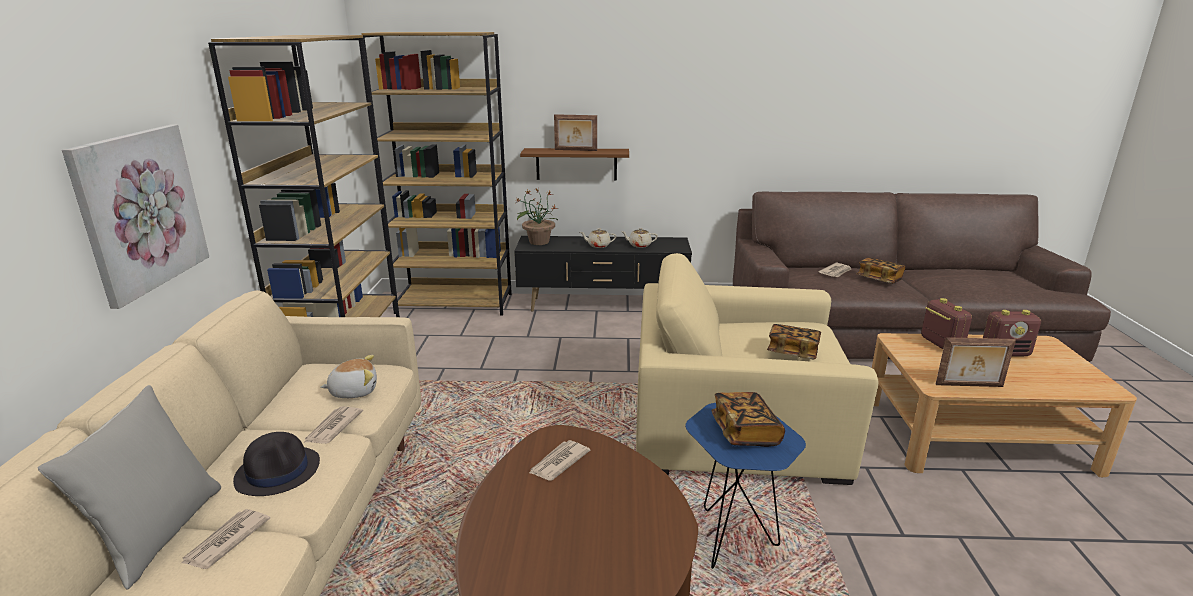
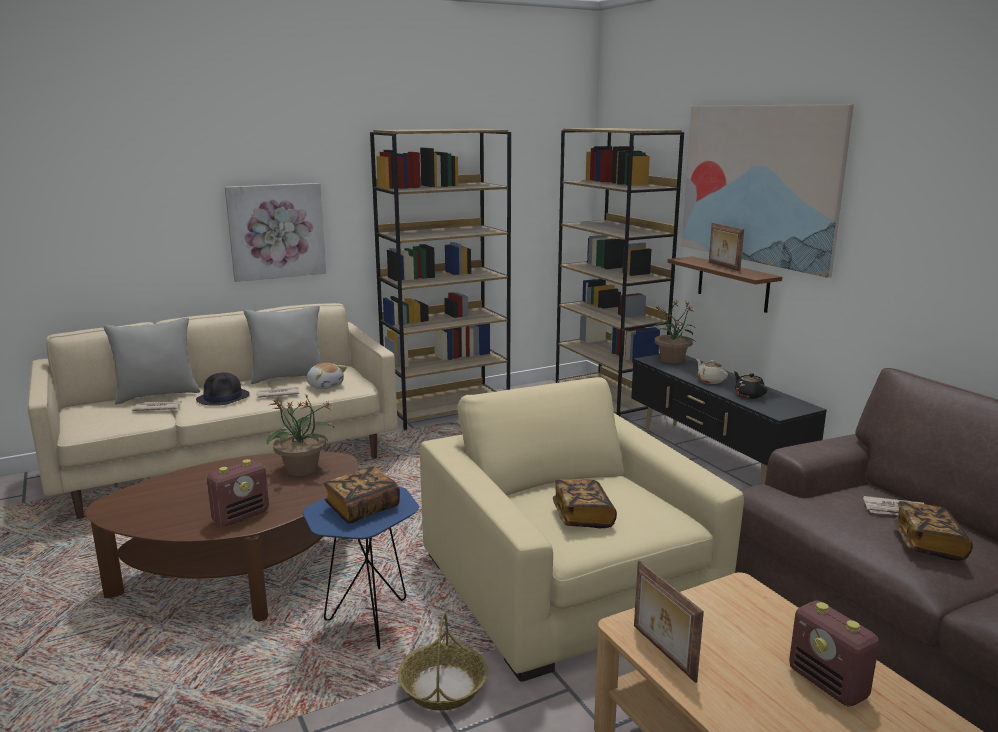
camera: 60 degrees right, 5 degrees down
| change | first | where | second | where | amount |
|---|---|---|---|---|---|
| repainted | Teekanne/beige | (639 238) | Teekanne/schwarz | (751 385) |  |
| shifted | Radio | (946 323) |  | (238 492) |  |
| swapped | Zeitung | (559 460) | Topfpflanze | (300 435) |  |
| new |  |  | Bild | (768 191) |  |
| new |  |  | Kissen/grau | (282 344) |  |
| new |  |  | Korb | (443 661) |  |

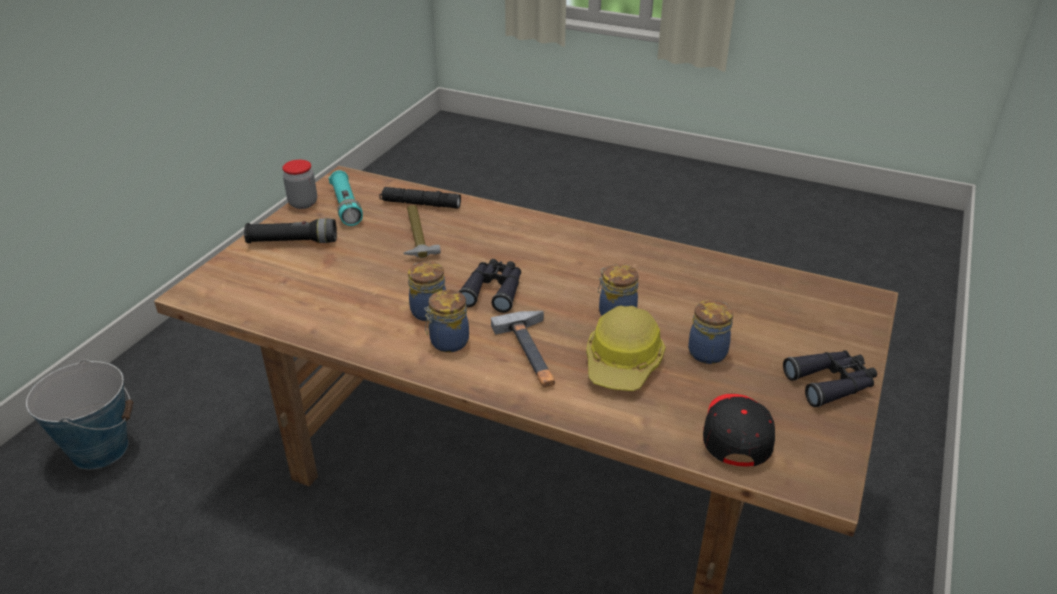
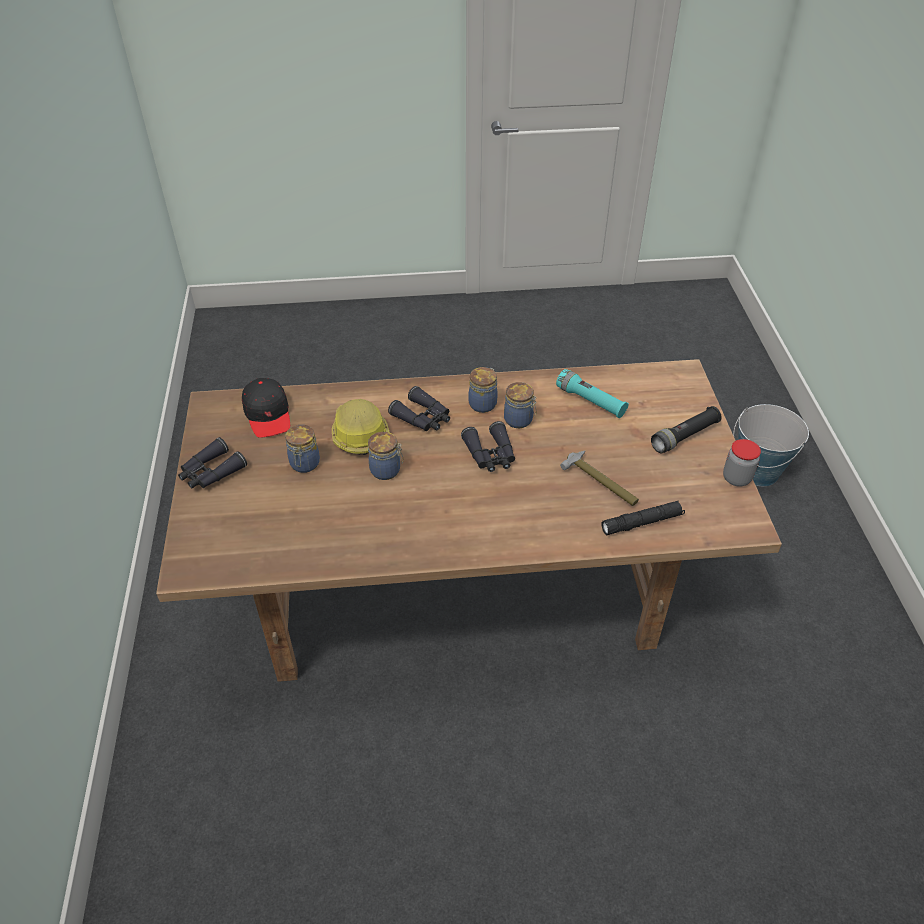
camera: 150 degrees right, 10 degrees up
| change | first | where | second | where | amount |
|---|---|---|---|---|---|
| shifted | Taschenlampe/türkis | (346 198) |  | (592 393) |  |
| swapped | Hammer | (523 349) | Fernglas/schwarz | (419 408) |  |

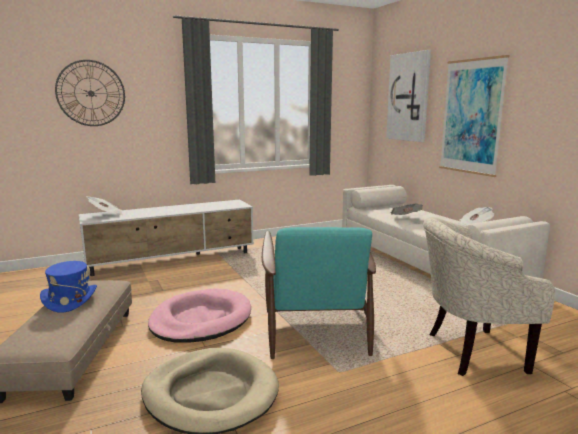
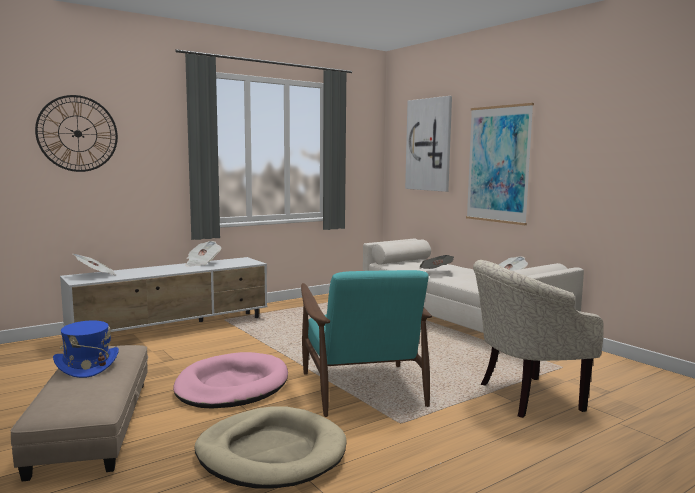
camera: 10 degrees left, 5 degrees down
| change | first | where | second | where | amount |
|---|---|---|---|---|---|
| new |  |  | Zeitung | (203 254) |  |

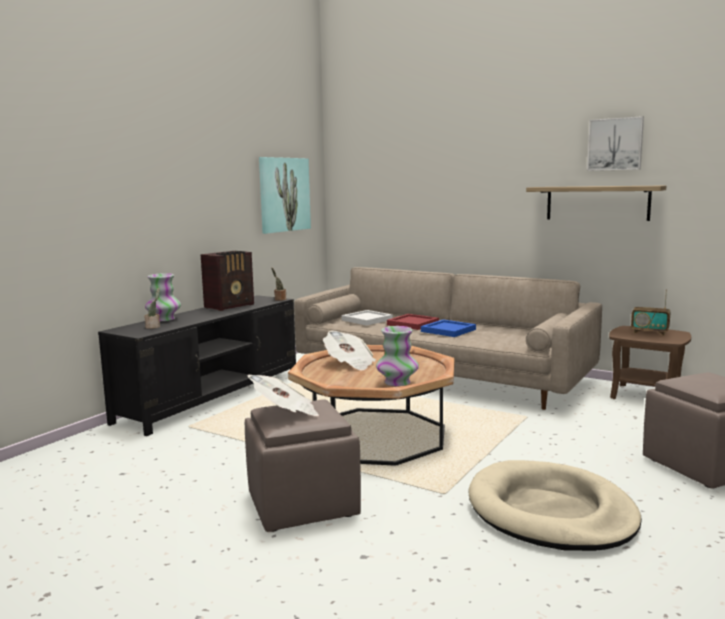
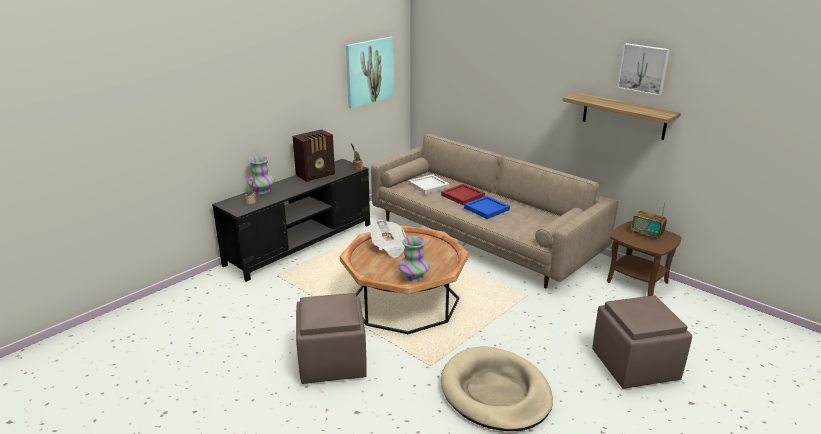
camera: 10 degrees right, 15 degrees up
| change | first | where | second | where | amount |
|---|---|---|---|---|---|
| gone | Zeitung | (283 395) |  |  |  |

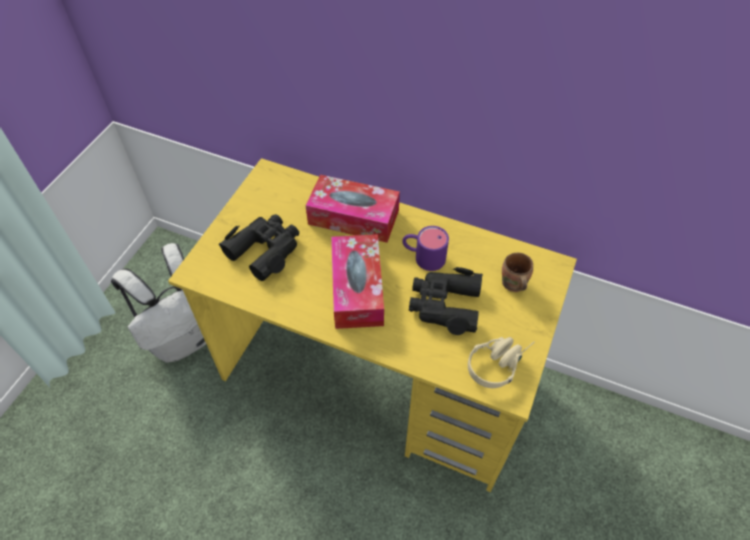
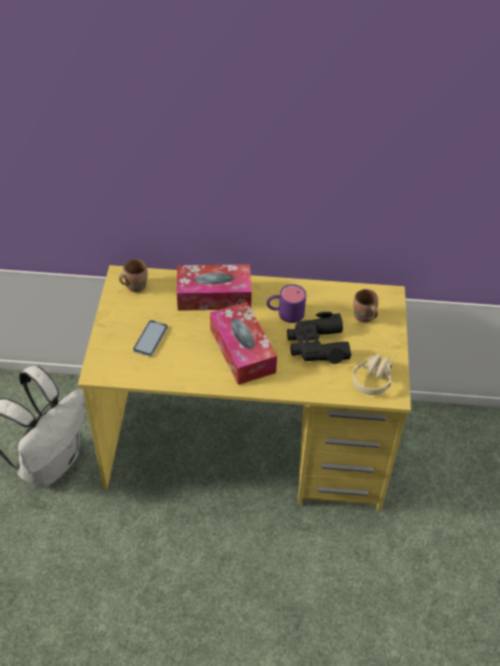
camera: 20 degrees left, 5 degrees down
| change | first | where | second | where | amount |
|---|---|---|---|---|---|
| swapped | Fernglas/schwarz | (259 247) | Handy | (150 338) |  |
| new |  |  | Henkelbecher/braun | (133 276) |  |

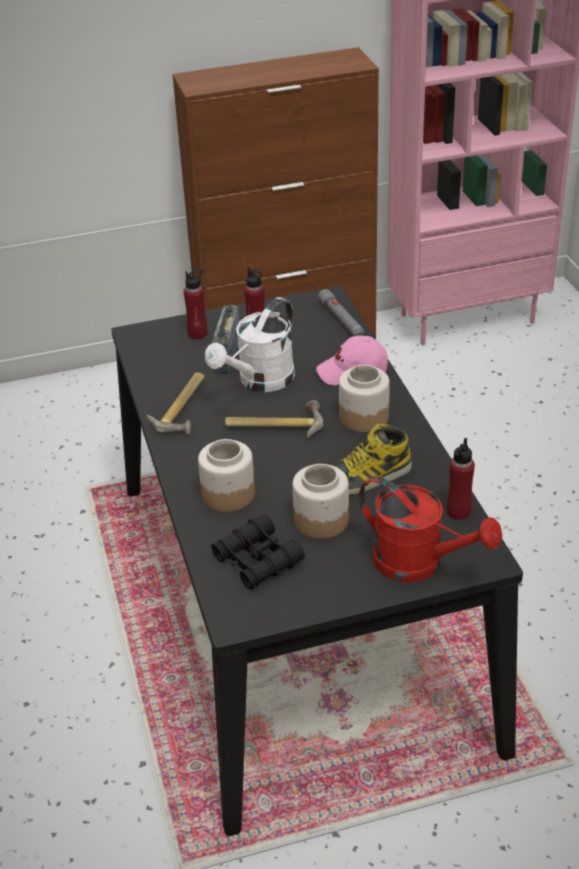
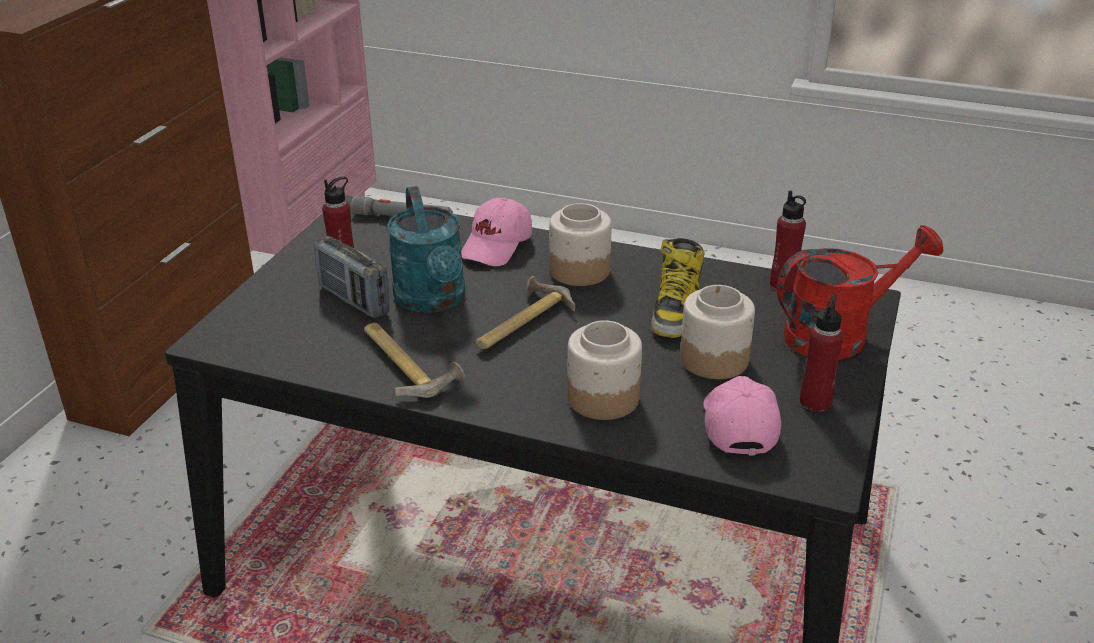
camera: 55 degrees left, 5 degrees down
| change | first | where | second | where | amount |
|---|---|---|---|---|---|
| shifted | Flasche/rot | (196 304) |  | (822 352) |  |
| repainted | Gießkanne/weiß | (250 344) | Gießkanne/türkis | (426 249) |  |
| swapped | Fernglas/schwarz | (258 552) | Kappe/rosa | (742 415) |  |

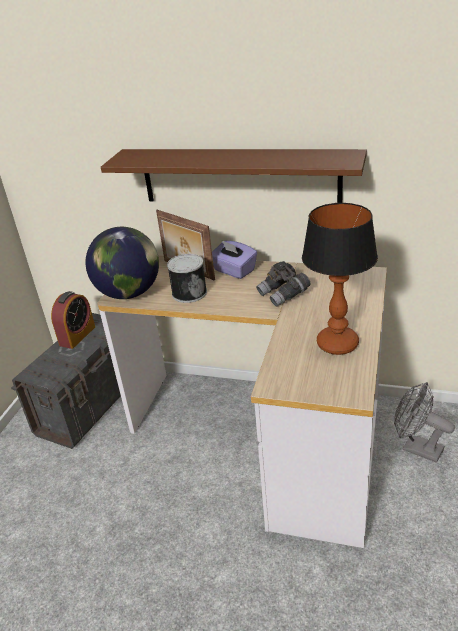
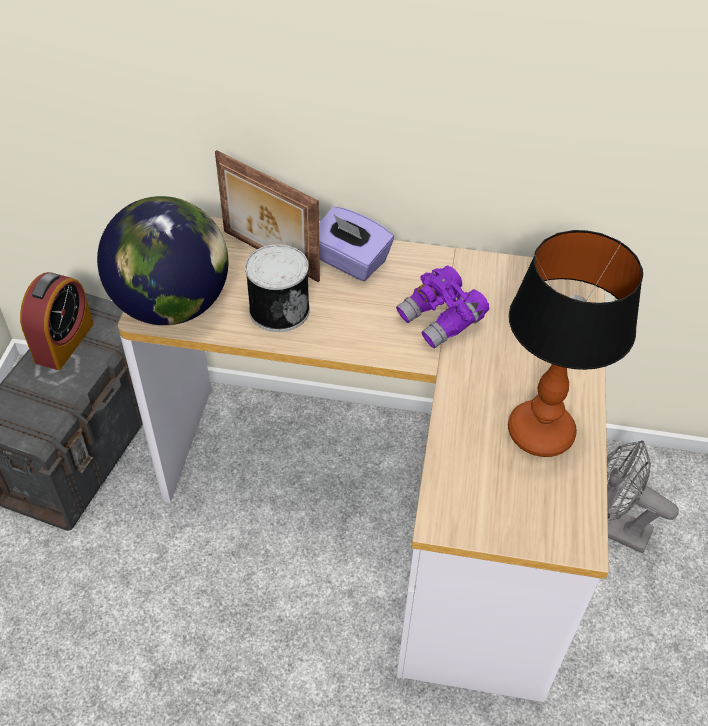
camera: 10 degrees left, 15 degrees up
| change | first | where | second | where | amount |
|---|---|---|---|---|---|
| gone | Wandregal/braun | (234 176) |  |  |  |
| repainted | Fernglas/grau | (283 284) | Fernglas/lila | (442 307) |  |

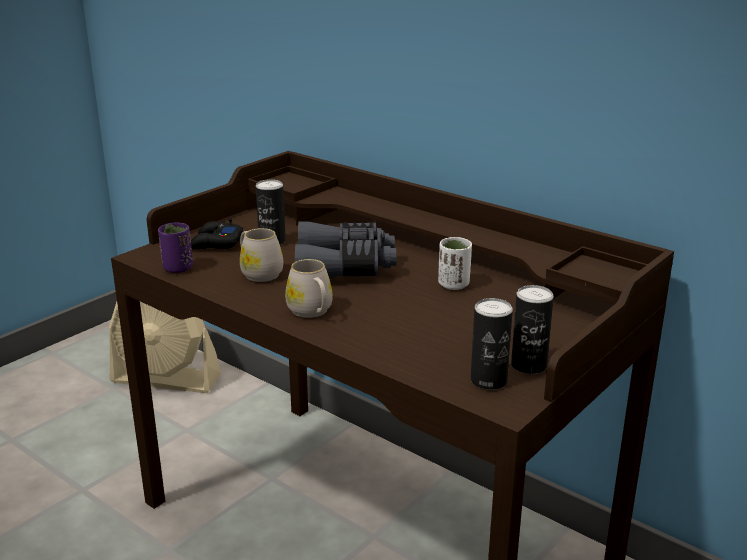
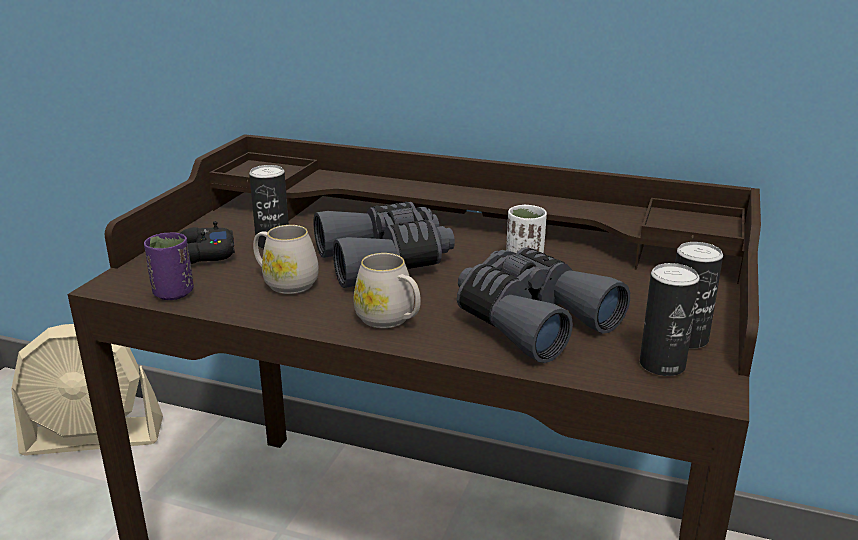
camera: 20 degrees left, 0 degrees up
| change | first | where | second | where | amount |
|---|---|---|---|---|---|
| new |  |  | Fernglas/grau | (543 305) |  |

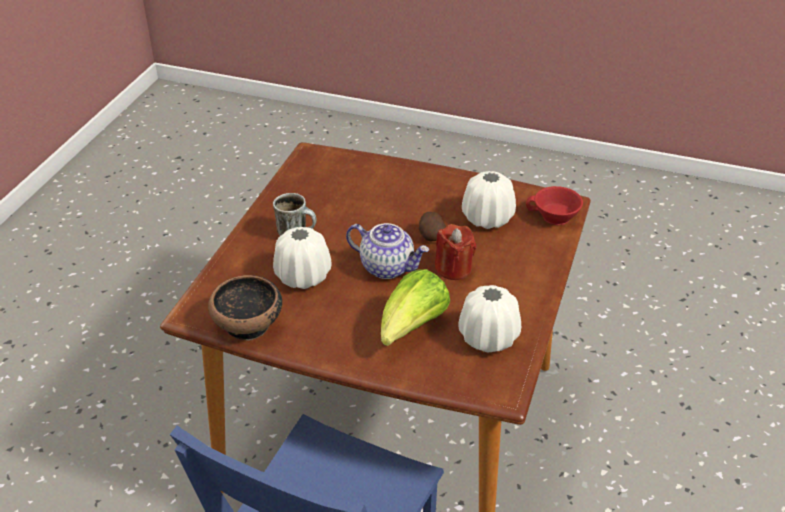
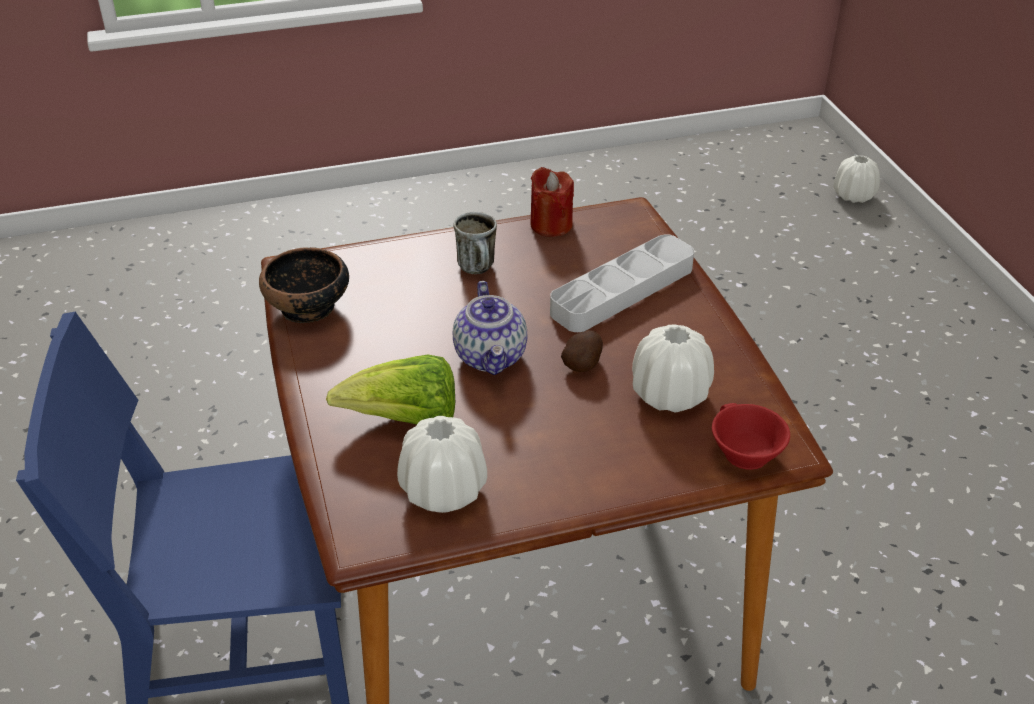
camera: 55 degrees right, 0 degrees up
| change | first | where | second | where | amount |
|---|---|---|---|---|---|
| shifted | Kerze/rot | (455 252) |  | (552 202) |  |
| shifted | Vase/weiß | (302 258) |  | (857 179) |  |
| new |  |  | Tablett/grau | (622 283) |  |

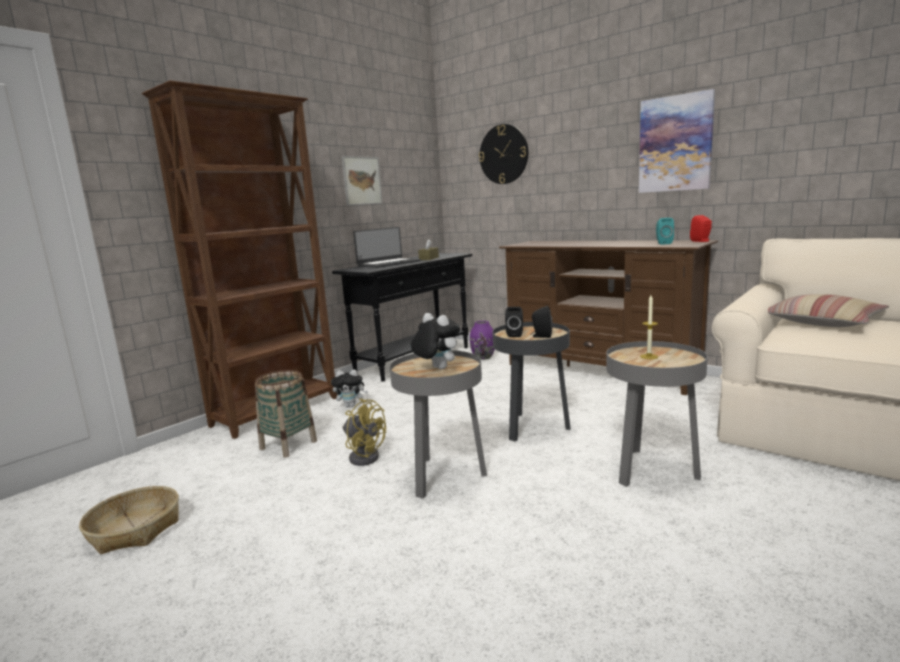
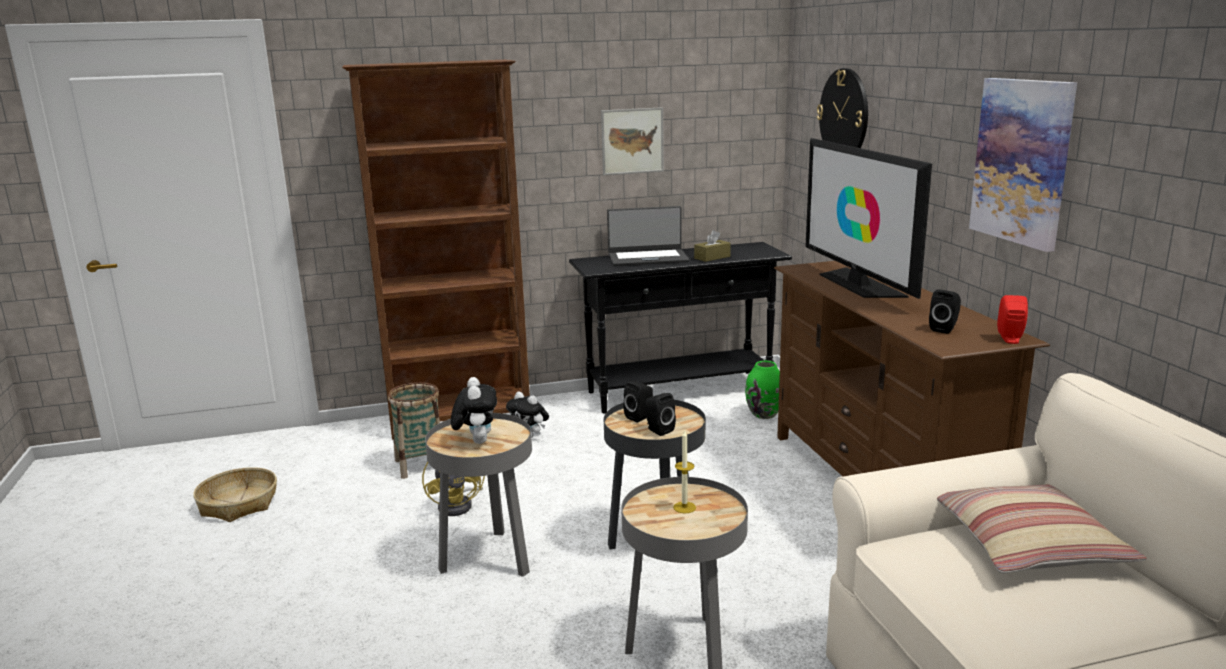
camera: 35 degrees right, 5 degrees up
| change | first | where | second | where | amount |
|---|---|---|---|---|---|
| repainted | Lautsprecher/türkis | (665 231) | Lautsprecher/schwarz | (945 311) |  |
| repainted | Vase/lila | (482 340) | Vase/grün | (762 390) |  |
| new |  |  | Fernseher | (868 218) |  |

